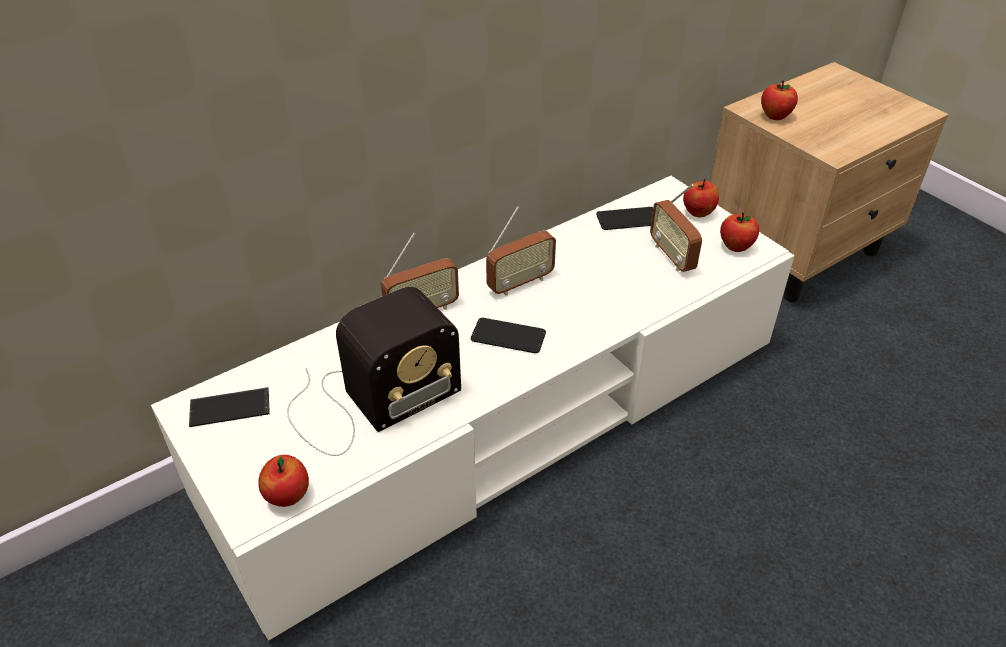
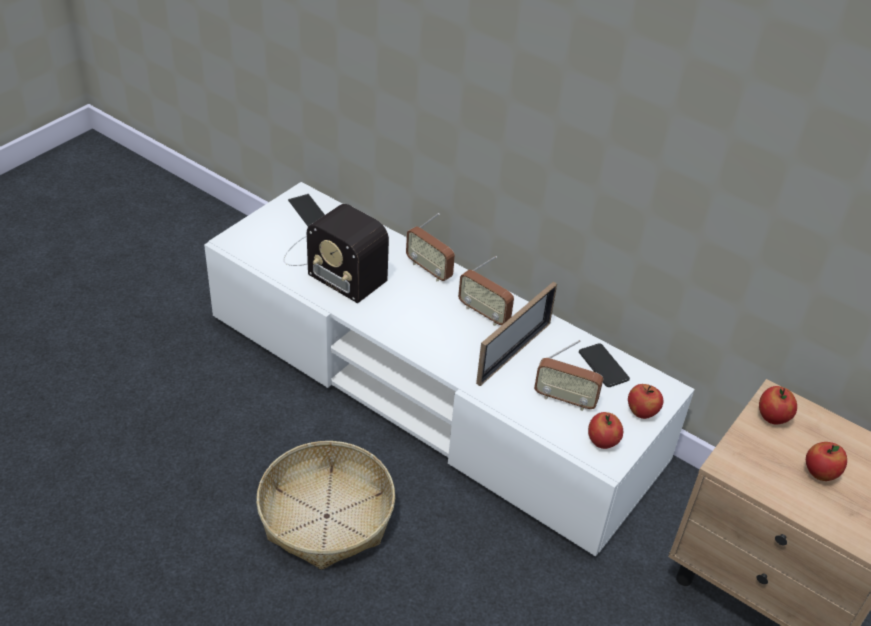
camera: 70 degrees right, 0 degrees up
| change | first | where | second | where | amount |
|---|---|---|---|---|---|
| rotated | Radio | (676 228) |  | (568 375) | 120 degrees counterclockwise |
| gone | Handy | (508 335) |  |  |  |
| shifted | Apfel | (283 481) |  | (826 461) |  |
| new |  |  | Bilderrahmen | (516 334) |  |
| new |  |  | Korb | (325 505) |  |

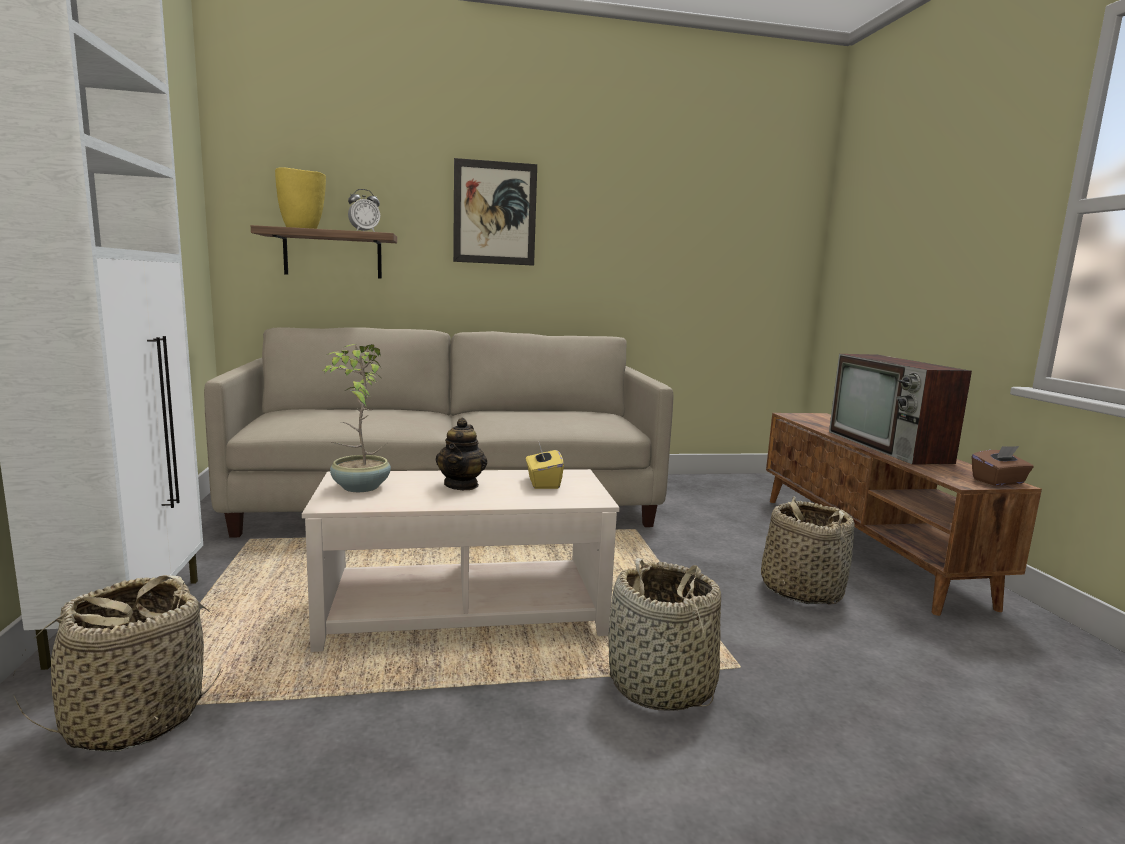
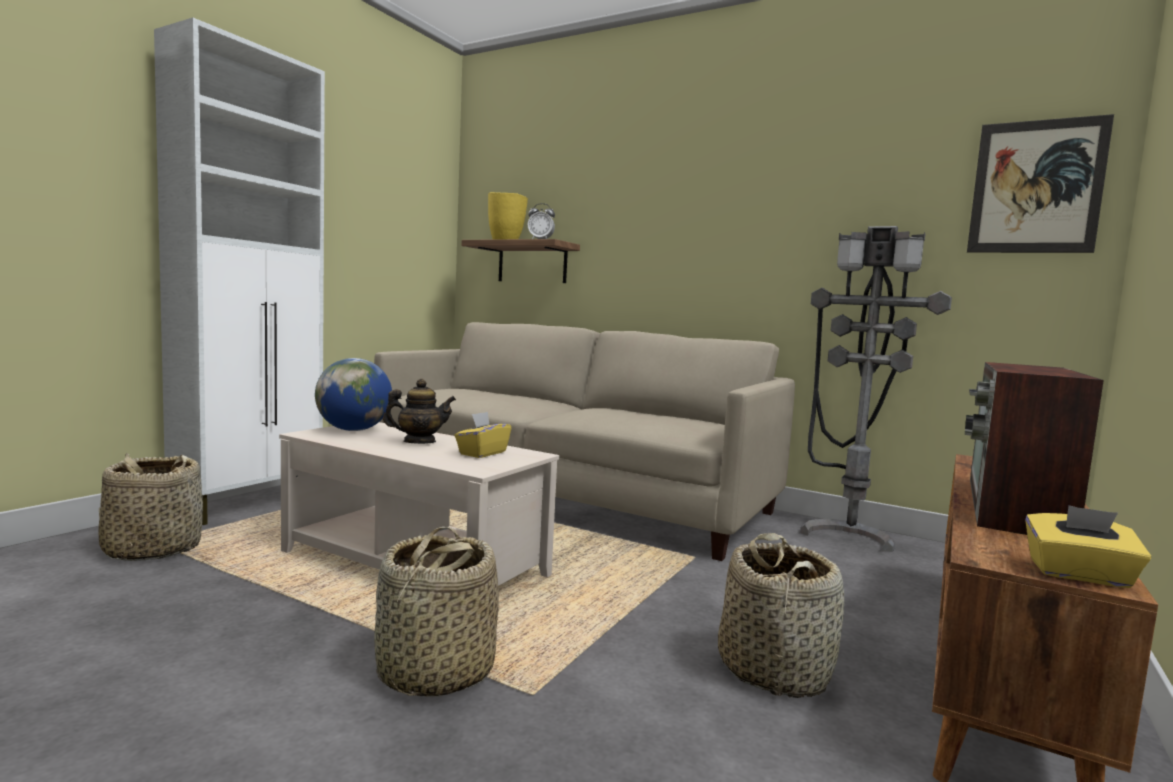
camera: 40 degrees right, 5 degrees down
| change | first | where | second | where | amount |
|---|---|---|---|---|---|
| shifted | Bild | (495 212) |  | (1040 183) |  |
| swapped | Topfpflanze | (356 418) | Globus | (353 394) |  |
| rotated | Teekanne | (461 454) |  | (419 411) | 150 degrees counterclockwise |
| repainted | Taschentuchbox/braun | (1003 466) | Taschentuchbox/gelb | (1088 546) |  |
| new |  |  | Stehlampe/grau | (876 389) |  |

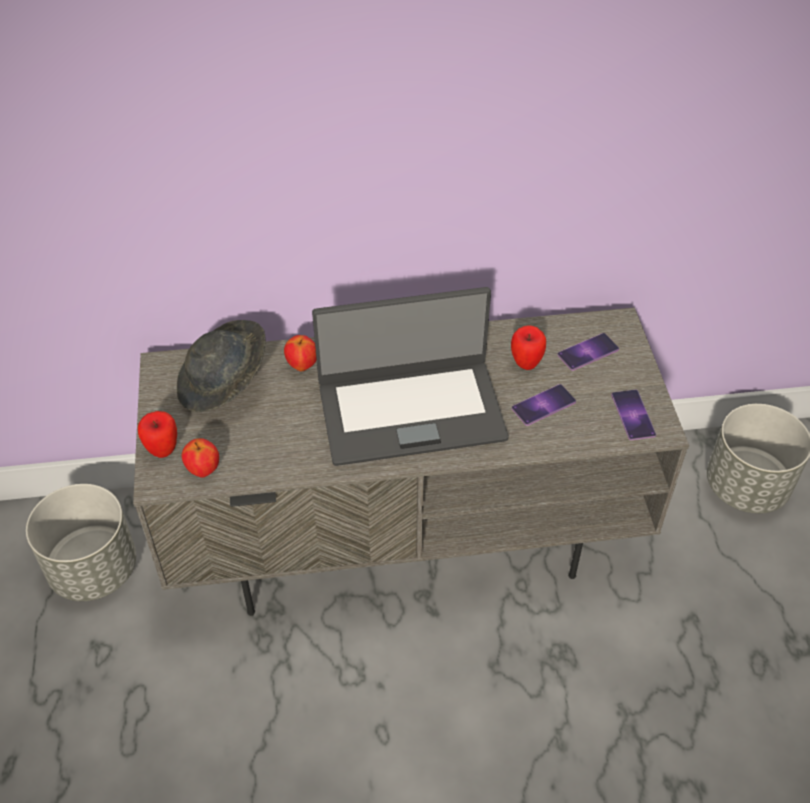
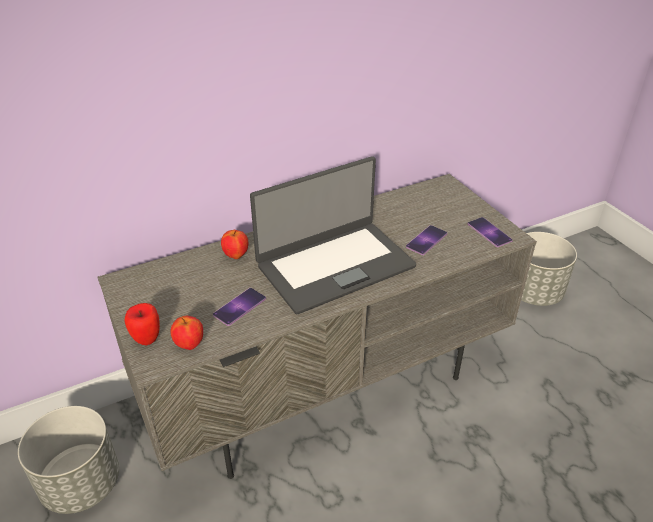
camera: 20 degrees left, 10 degrees down
| change | first | where | second | where | amount |
|---|---|---|---|---|---|
| gone | Hut/grau | (221 366) |  |  |  |
| gone | Apfel | (528 347) |  |  |  |
| shifted | Handy | (588 352) |  | (239 307) |  |

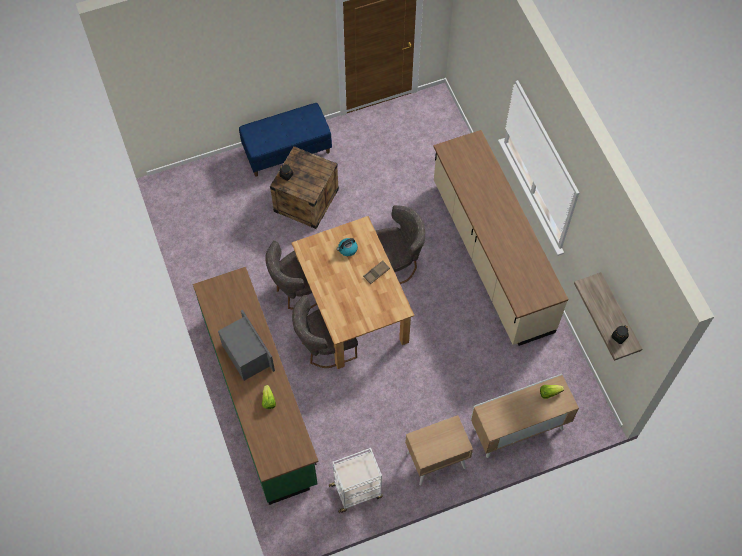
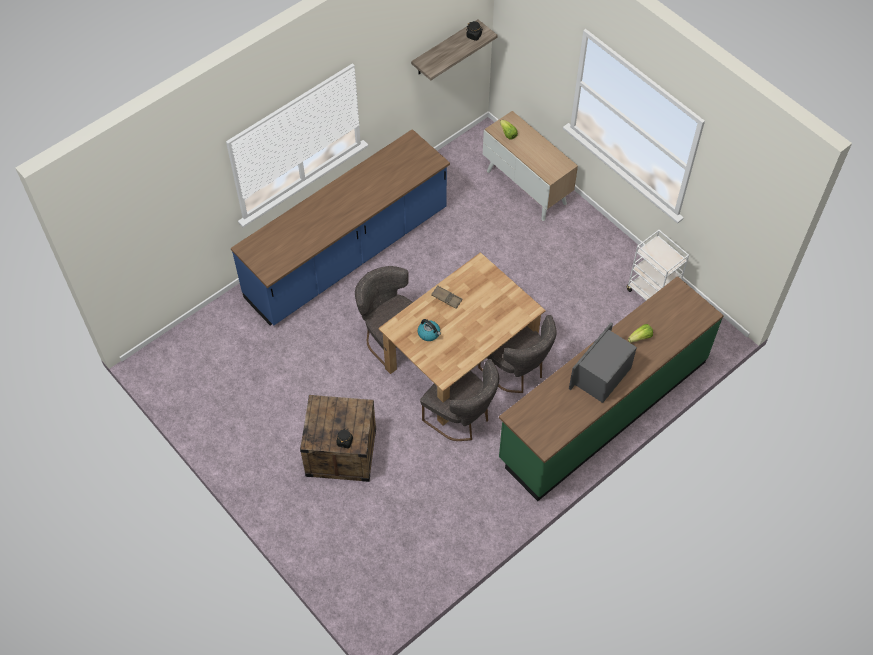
camera: 110 degrees left, 5 degrees down
| change | first | where | second | where | amount |
|---|---|---|---|---|---|
| gone | Bank/blau | (285 139) |  |  |  |
| repainted | Küchenzeile/beige | (500 238) | Küchenzeile/blau | (340 227) |  |
| gone | Nachttisch/beige | (439 450) |  |  |  |

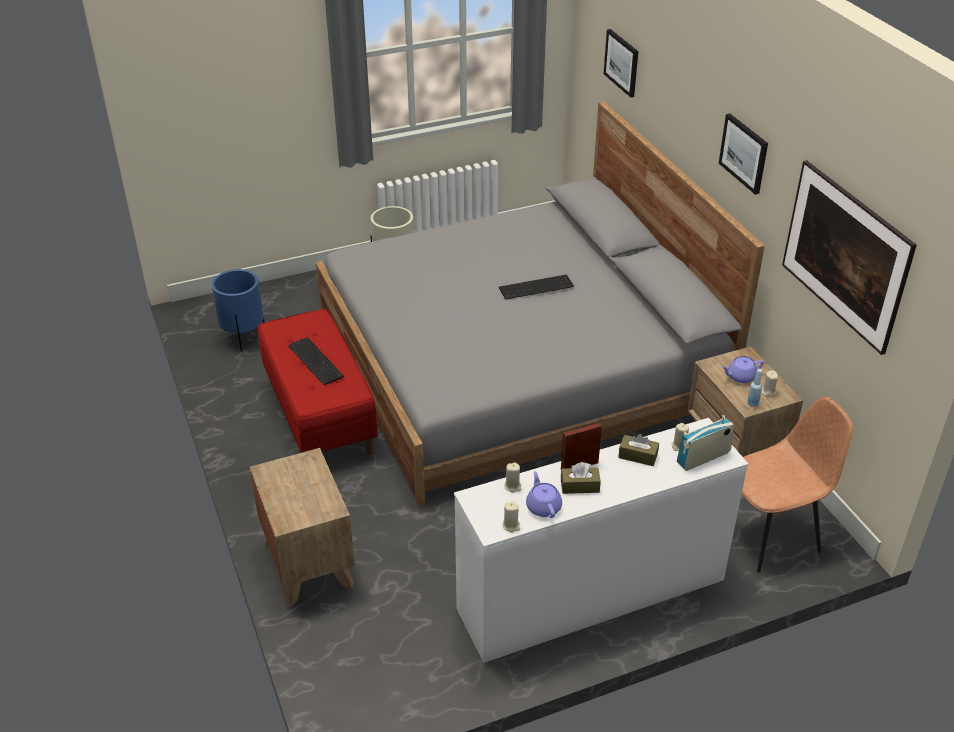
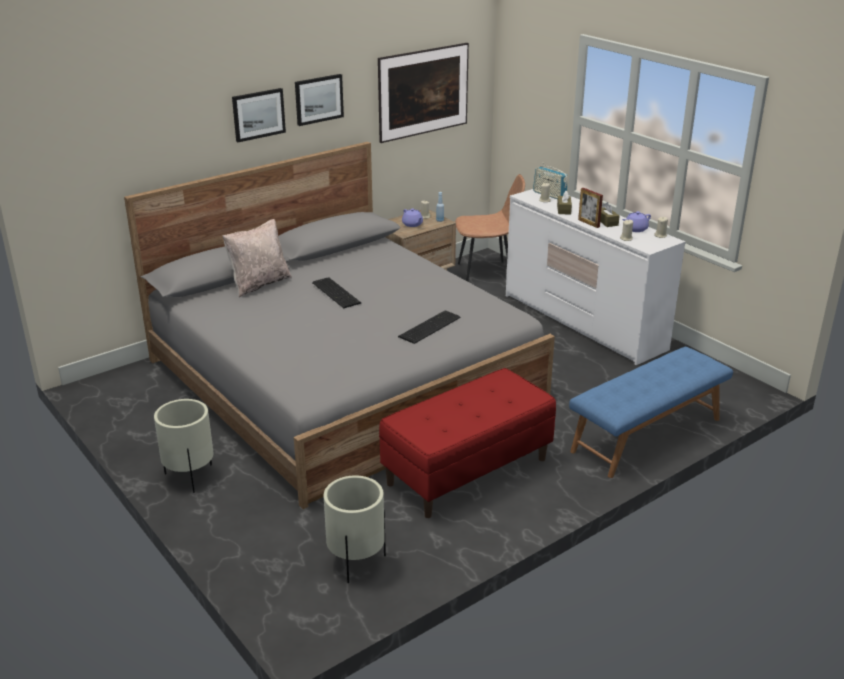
camera: 105 degrees left, 10 degrees down
| change | first | where | second | where | amount |
|---|---|---|---|---|---|
| shifted | Bild | (621 63) |  | (259 115) |  |
| repainted | Pflanzkübel/blau | (238 310) | Pflanzkübel/beige | (354 529) |  |
| shifted | Tastatur | (316 361) |  | (429 327) |  |
| rotated | Stuhl/braun | (797 484) |  | (490 228) | 120 degrees clockwise |
| swapped | Nachttisch/braun | (302 527) | Bank/blau | (651 412) |  |
| new |  |  | Kissen/beige | (257 258) |  |

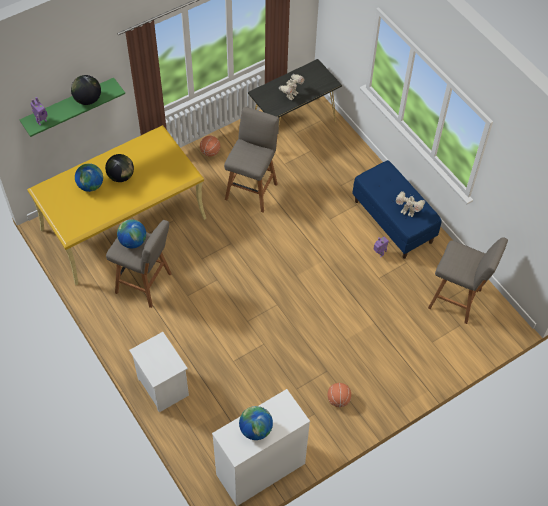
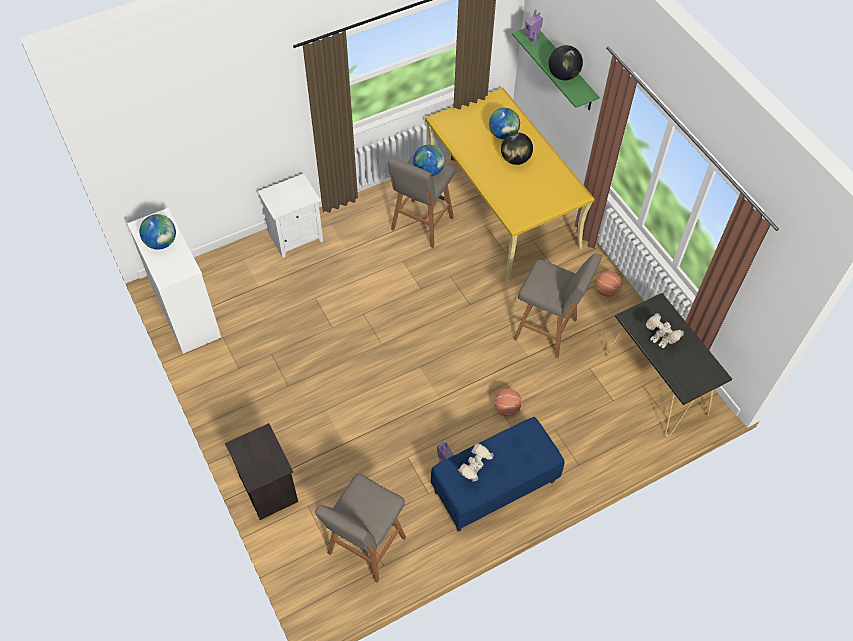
camera: 95 degrees right, 0 degrees up
| change | first | where | second | where | amount |
|---|---|---|---|---|---|
| shifted | Basketball | (339 395) |  | (508 402) |  |
| new |  |  | Nachttisch/schwarz | (261 471) |  |

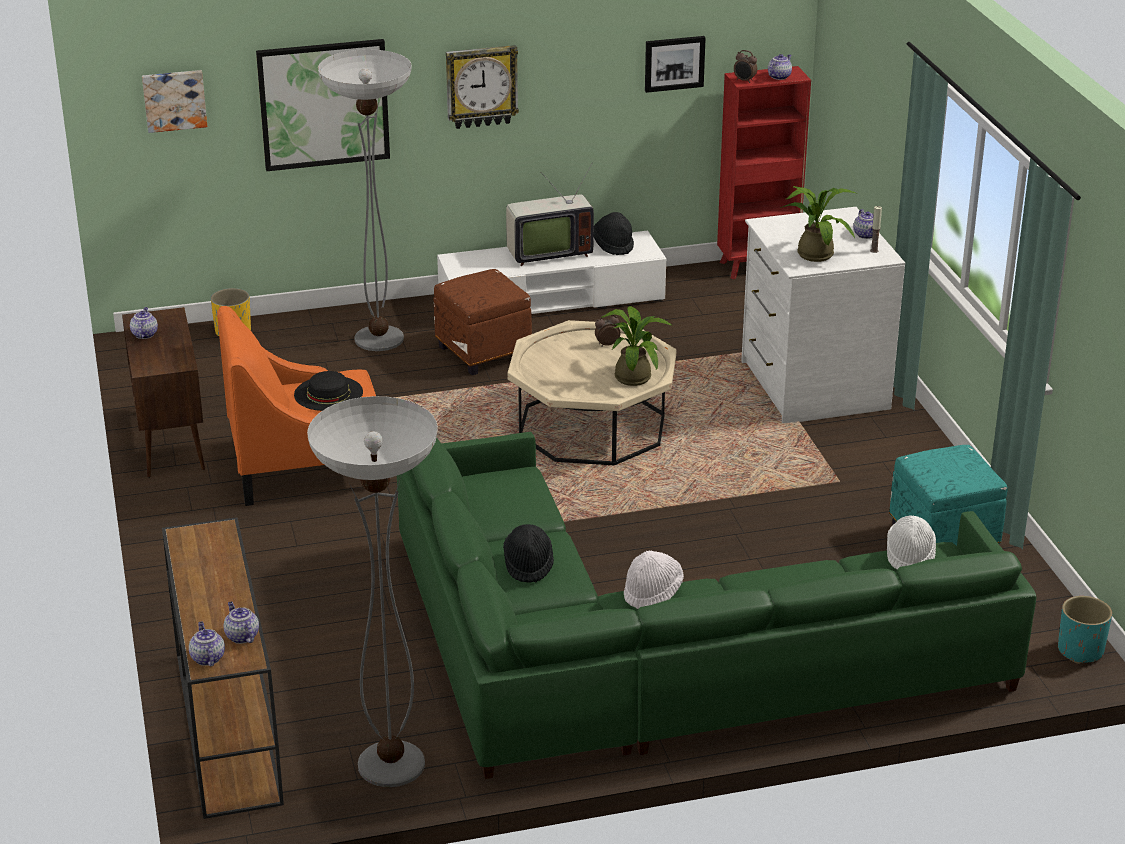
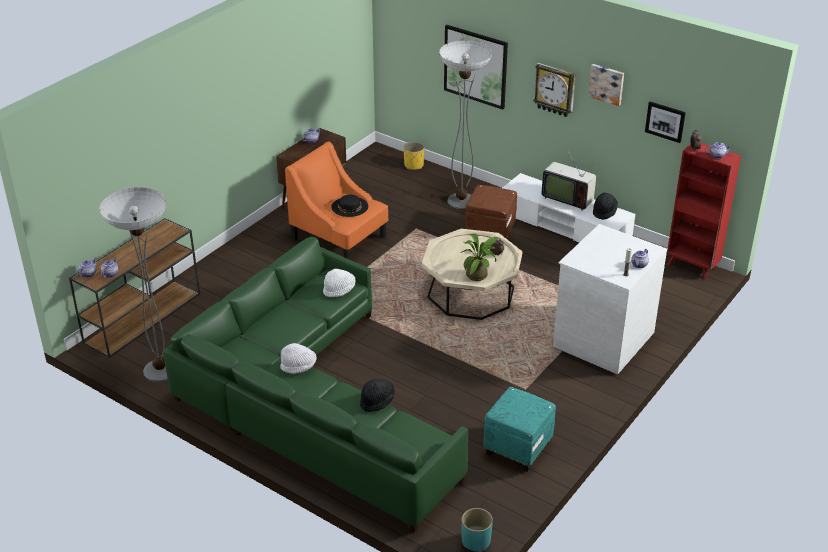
camera: 50 degrees right, 5 degrees up
| change | first | where | second | where | amount |
|---|---|---|---|---|---|
| shifted | Bild | (174 101) |  | (606 85) |  |
| gone | Topfpflanze | (818 224) |  |  |  |
| shifted | Hut/weiß | (911 542) |  | (339 283) |  |
| shifted | Hut/schwarz | (528 553) |  | (377 395) |  |

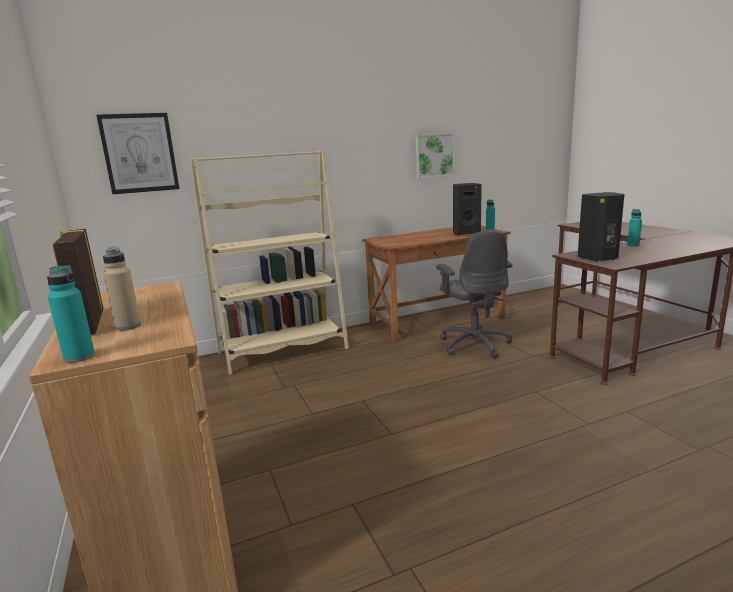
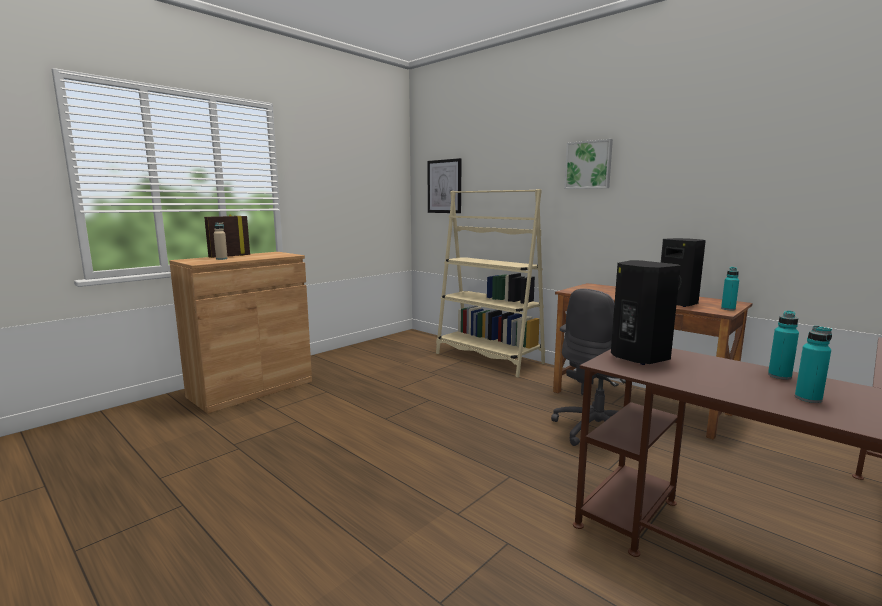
camera: 65 degrees right, 5 degrees down
| change | first | where | second | where | amount |
|---|---|---|---|---|---|
| shifted | Bild | (435 156) |  | (588 164) |  |
| shifted | Flasche/türkis | (71 314) |  | (813 364) |  |

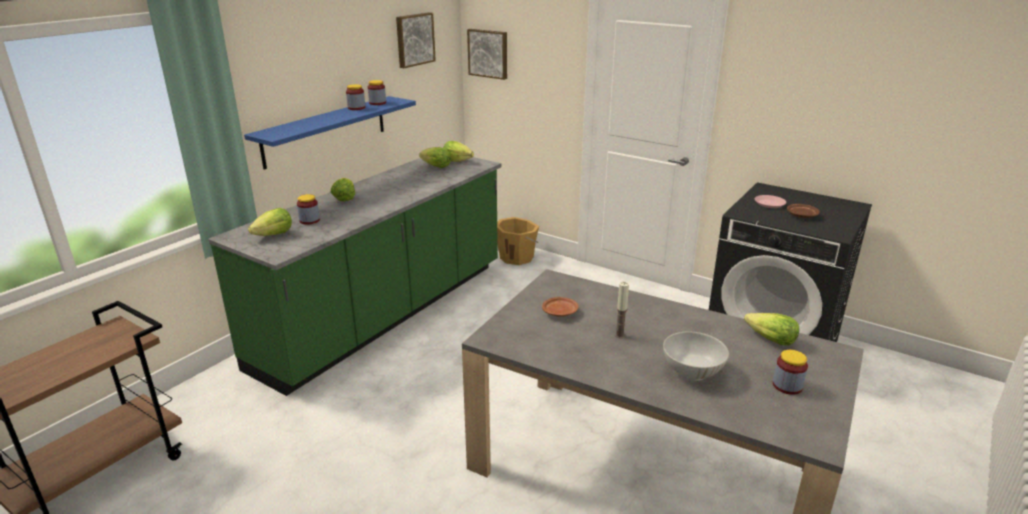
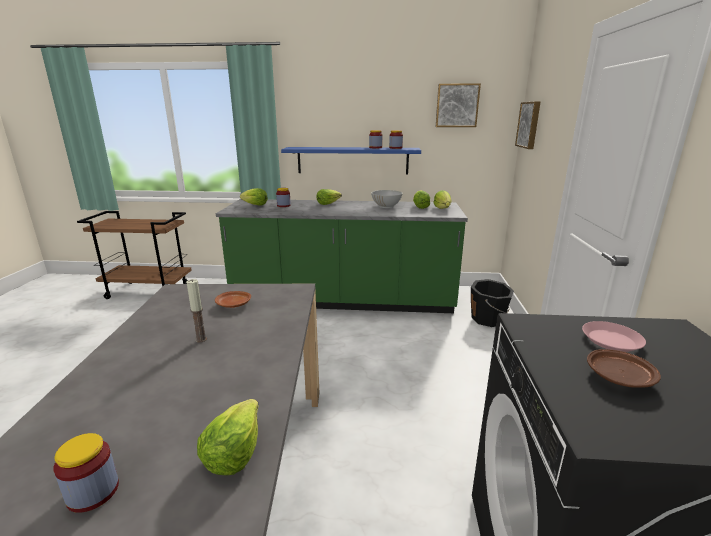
camera: 60 degrees right, 5 degrees down
| change | first | where | second | where | amount |
|---|---|---|---|---|---|
| repainted | Eimer/orange | (518 241) | Eimer/schwarz | (492 303) |  |
| shifted | Schüssel/weiß | (696 356) |  | (387 199) |  |

